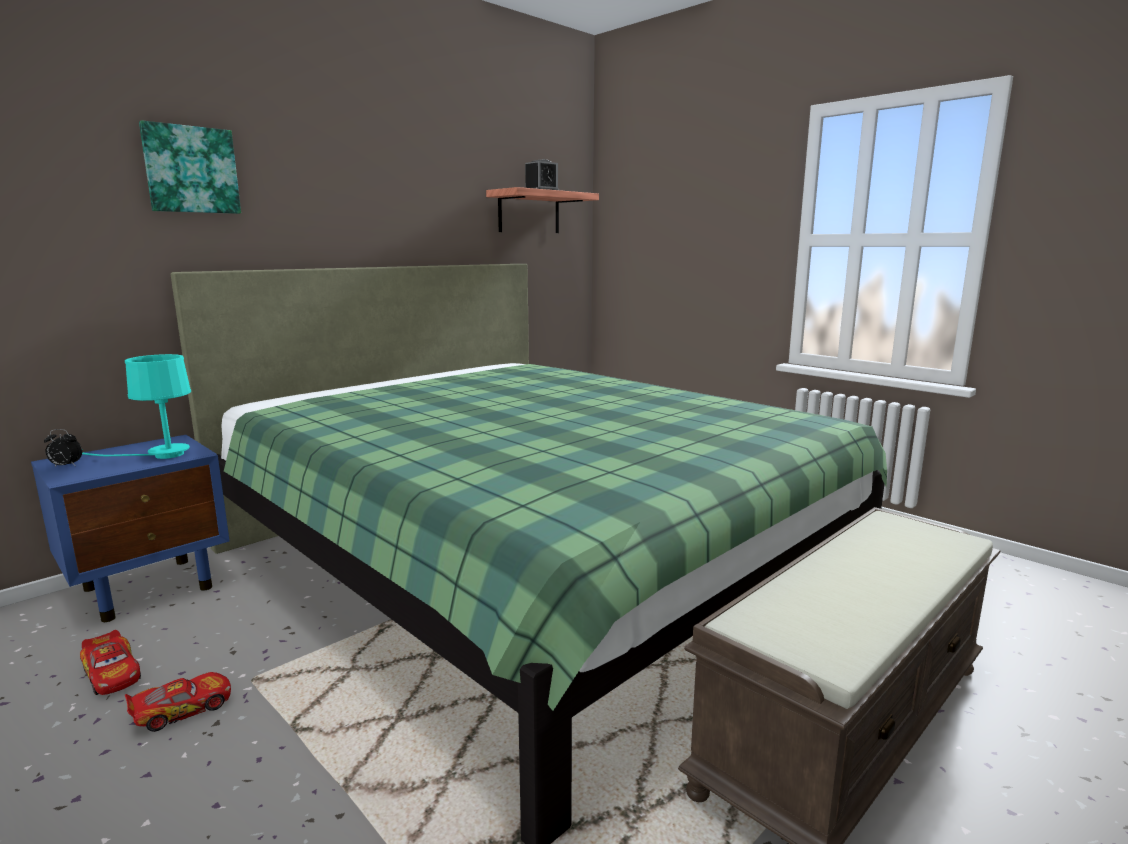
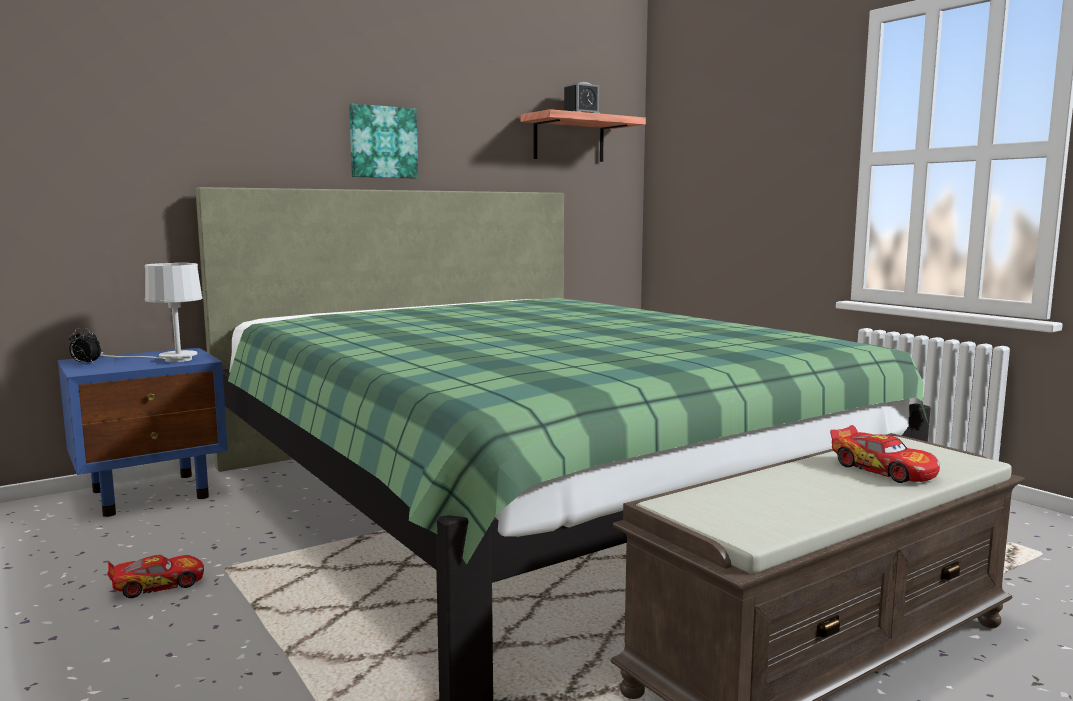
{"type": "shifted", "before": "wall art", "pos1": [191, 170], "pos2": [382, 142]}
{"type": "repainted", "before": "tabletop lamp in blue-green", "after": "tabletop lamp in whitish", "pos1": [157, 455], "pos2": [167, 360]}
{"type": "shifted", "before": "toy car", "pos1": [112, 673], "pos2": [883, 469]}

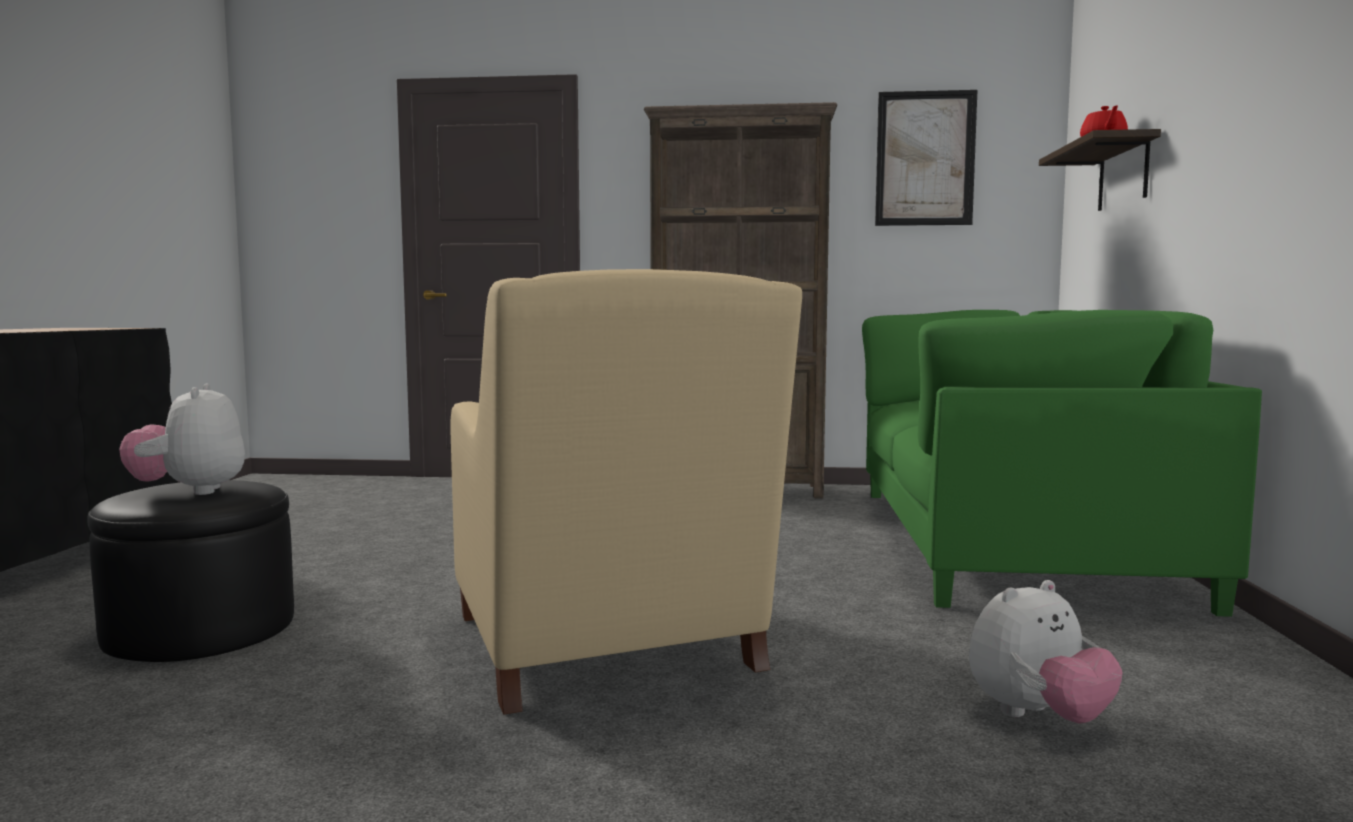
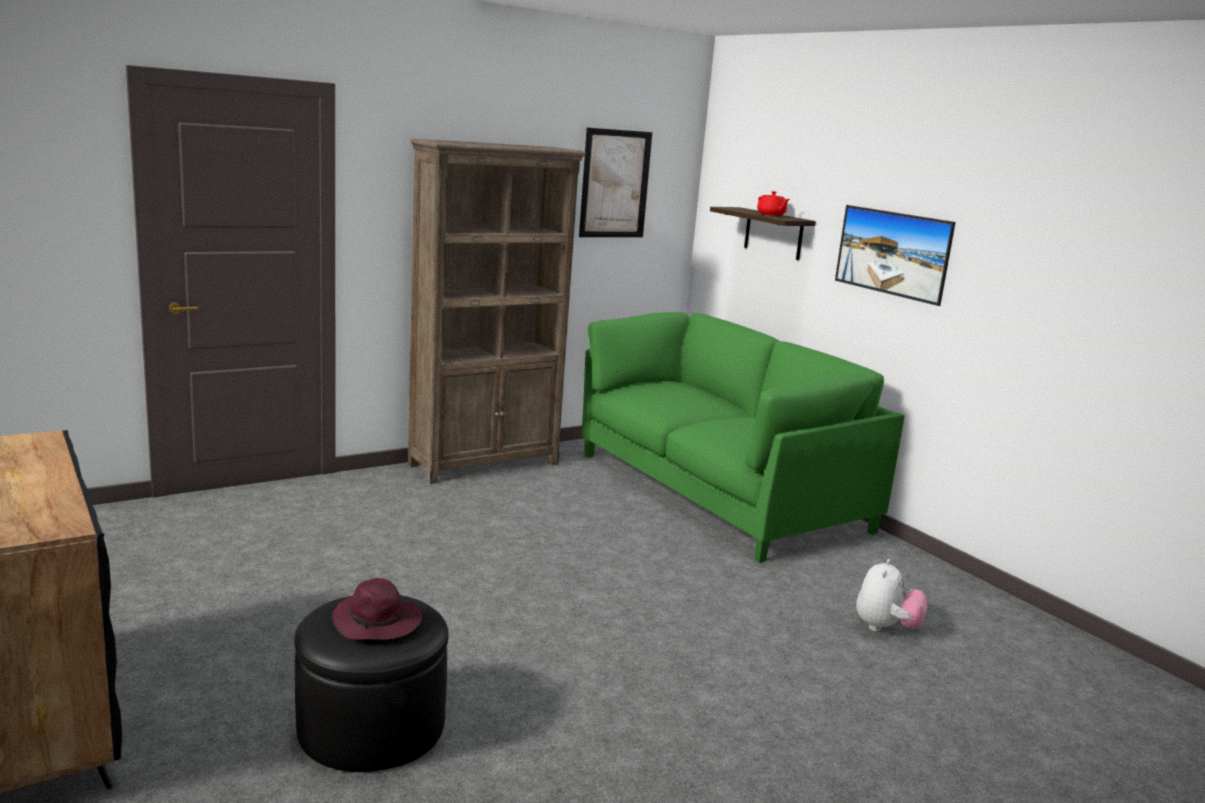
{"type": "gone", "before": "armchair in beige", "pos1": [608, 648]}
{"type": "swapped", "before": "plush toy", "after": "hat in purplish", "pos1": [190, 491], "pos2": [378, 623]}
{"type": "new", "after": "wall art", "pos2": [888, 273]}

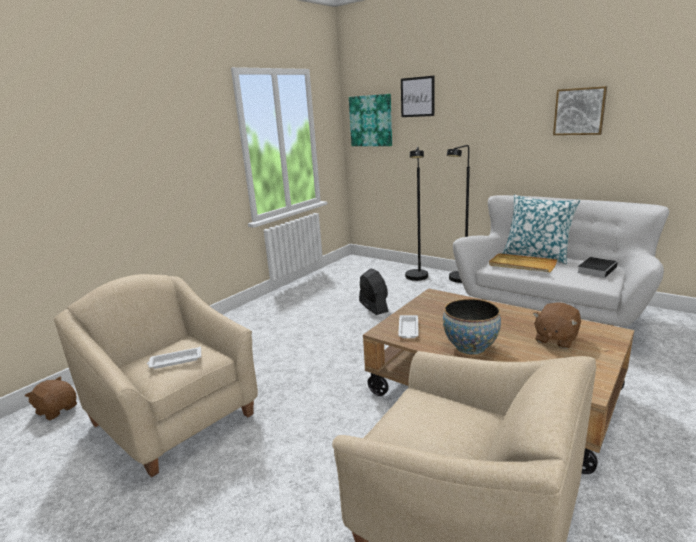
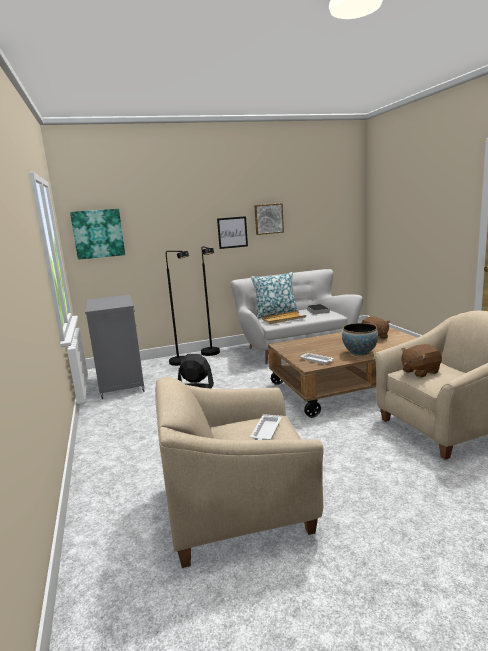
{"type": "shifted", "before": "wall art", "pos1": [417, 97], "pos2": [232, 232]}
{"type": "shifted", "before": "plush toy in brown", "pos1": [57, 410], "pos2": [420, 372]}
{"type": "new", "after": "storage cabinet in greyish", "pos2": [121, 383]}

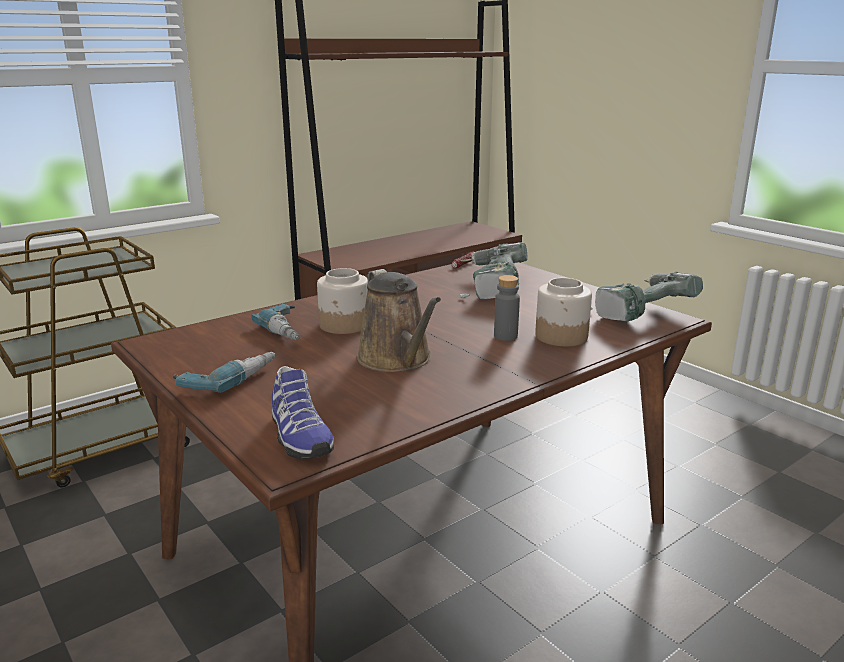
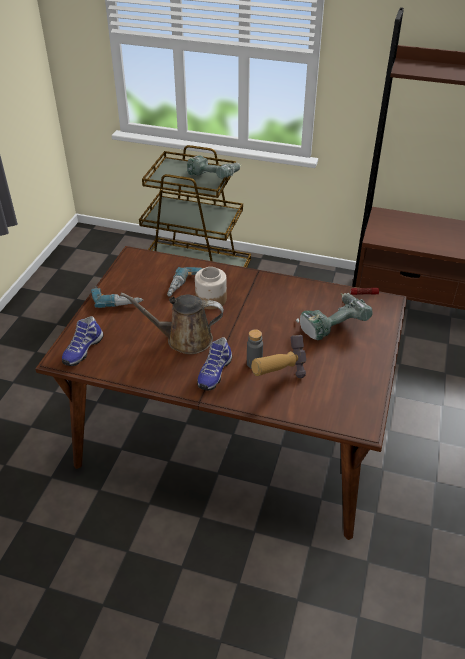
{"type": "rotated", "before": "watering pot in brown", "pos1": [397, 360], "pos2": [184, 339], "turn": 60}
{"type": "shifted", "before": "power drill", "pos1": [639, 313], "pos2": [214, 177]}
{"type": "swapped", "before": "preserve jar", "after": "hammer", "pos1": [562, 336], "pos2": [276, 386]}
{"type": "new", "after": "shoe", "pos2": [214, 372]}

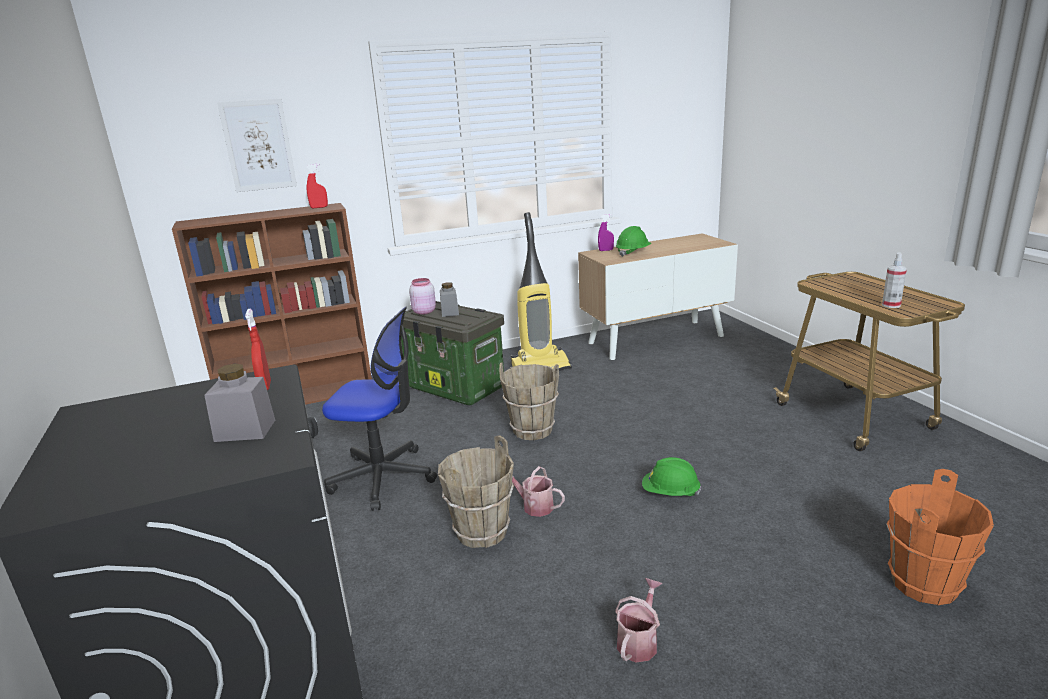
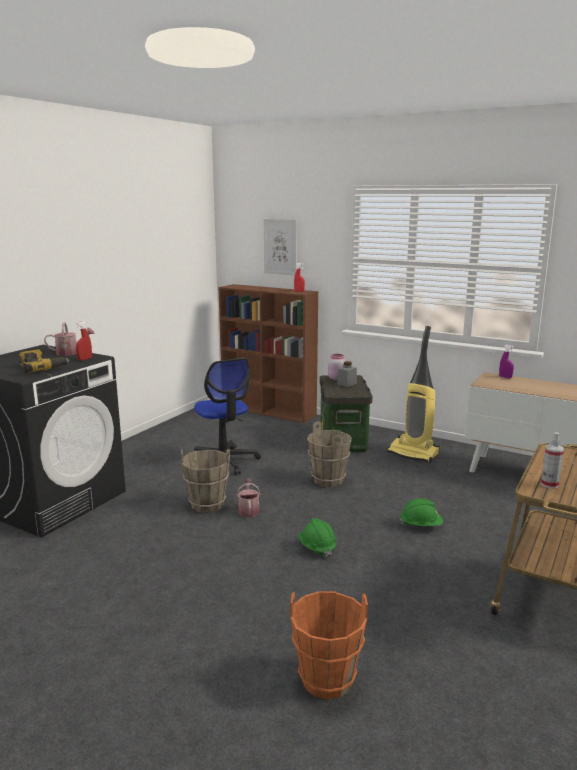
{"type": "shifted", "before": "safety helmet in green", "pos1": [633, 253], "pos2": [421, 525]}
{"type": "swapped", "before": "preserve jar in greyish", "after": "power drill", "pos1": [245, 430], "pos2": [42, 368]}
{"type": "shifted", "before": "watering pot", "pos1": [639, 641], "pos2": [70, 353]}

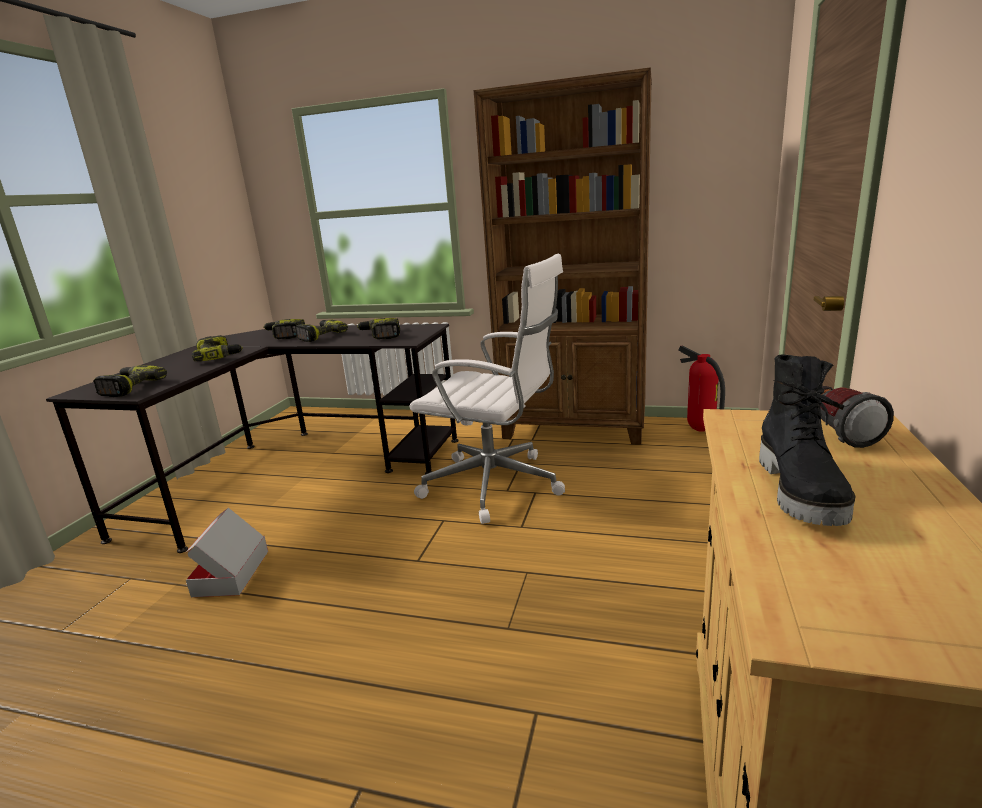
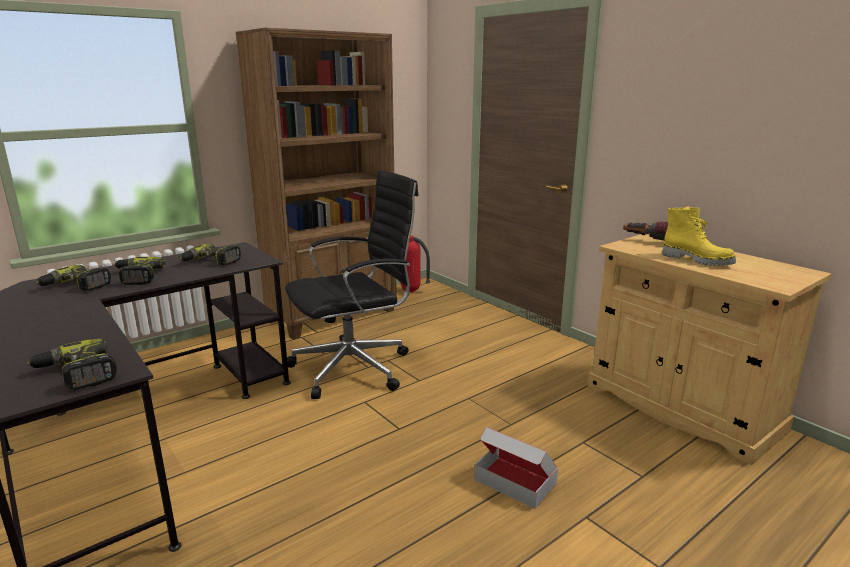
{"type": "repainted", "before": "office chair in whitish", "after": "office chair in black-coloured", "pos1": [496, 485], "pos2": [355, 367]}
{"type": "gone", "before": "power drill", "pos1": [219, 356]}
{"type": "repainted", "before": "boot in black-coloured", "after": "boot in yellowish", "pos1": [802, 491], "pos2": [697, 260]}
{"type": "shifted", "before": "carton", "pos1": [231, 573], "pos2": [515, 481]}

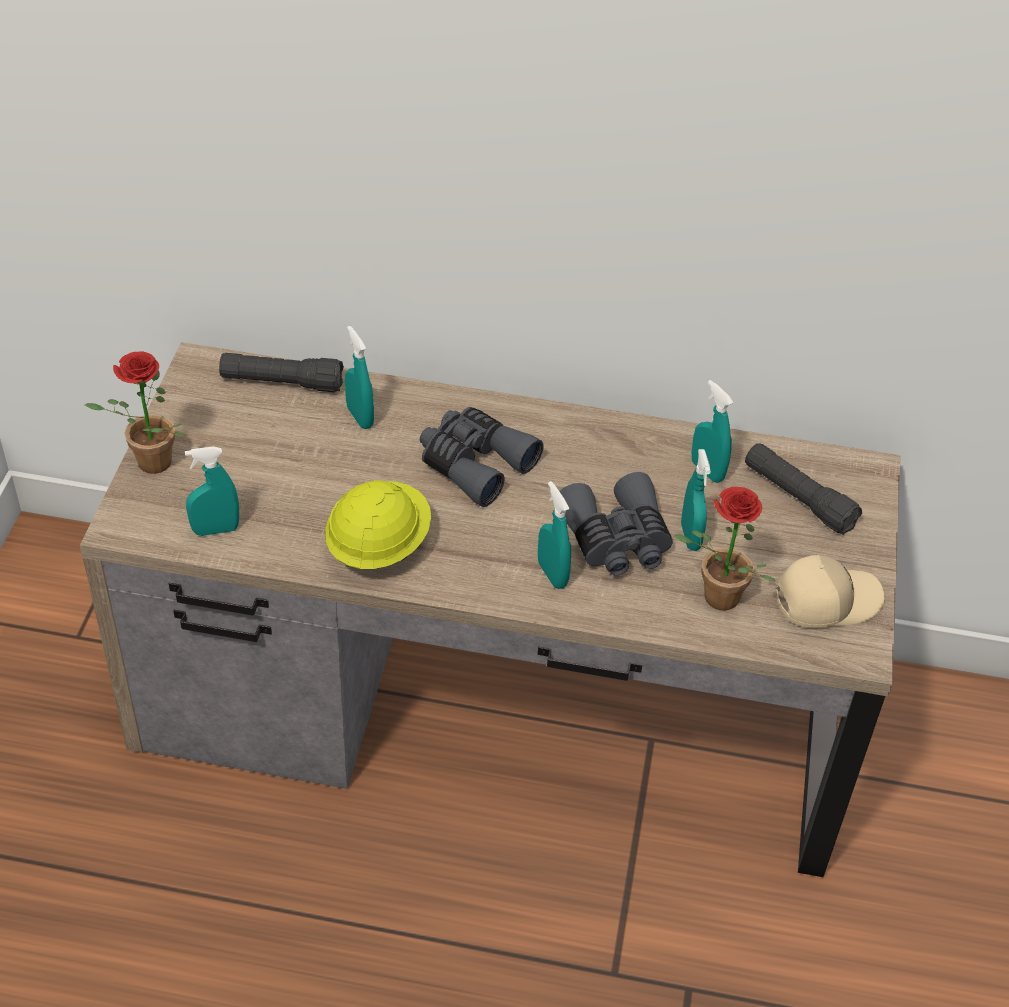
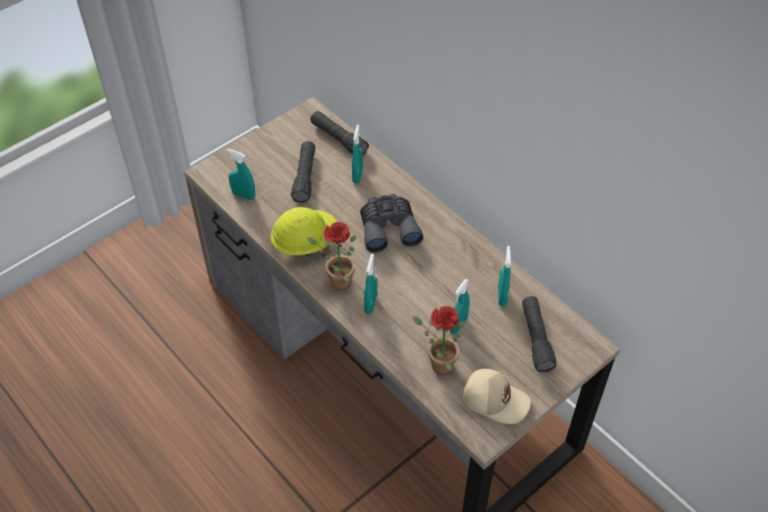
{"type": "shifted", "before": "potted plant", "pos1": [147, 465], "pos2": [336, 282]}
{"type": "gone", "before": "pair of binoculars in greyish", "pos1": [616, 540]}
{"type": "new", "after": "torch in black-coloured", "pos2": [305, 177]}

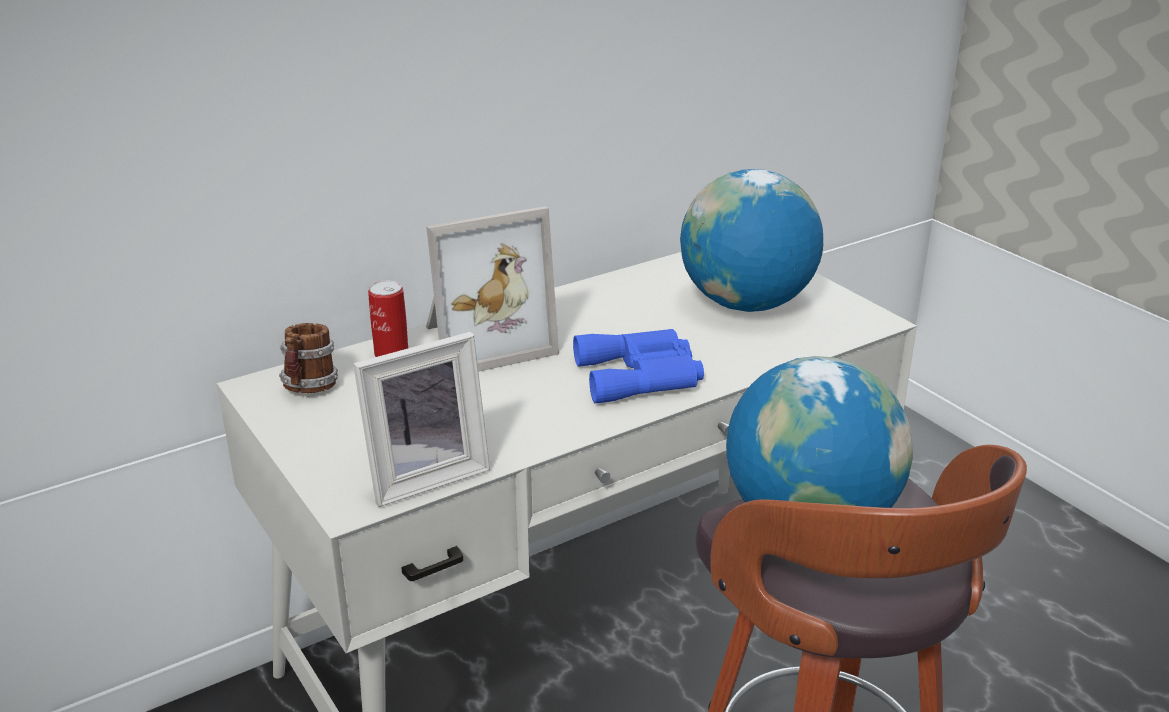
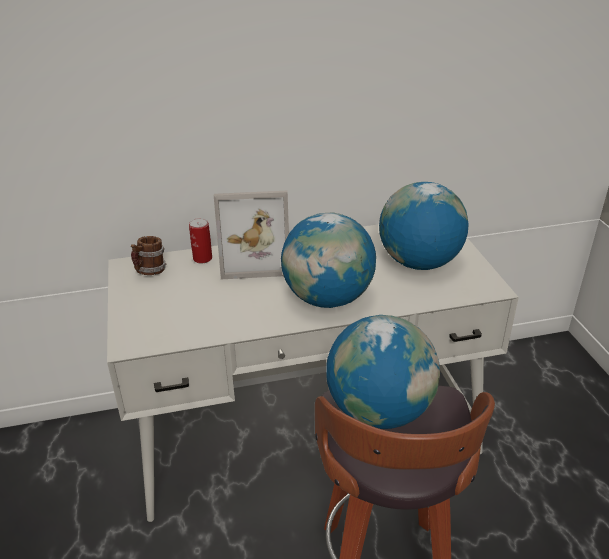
{"type": "swapped", "before": "pair of binoculars in blue", "after": "globe", "pos1": [642, 376], "pos2": [328, 298]}
{"type": "gone", "before": "photo frame", "pos1": [424, 475]}

